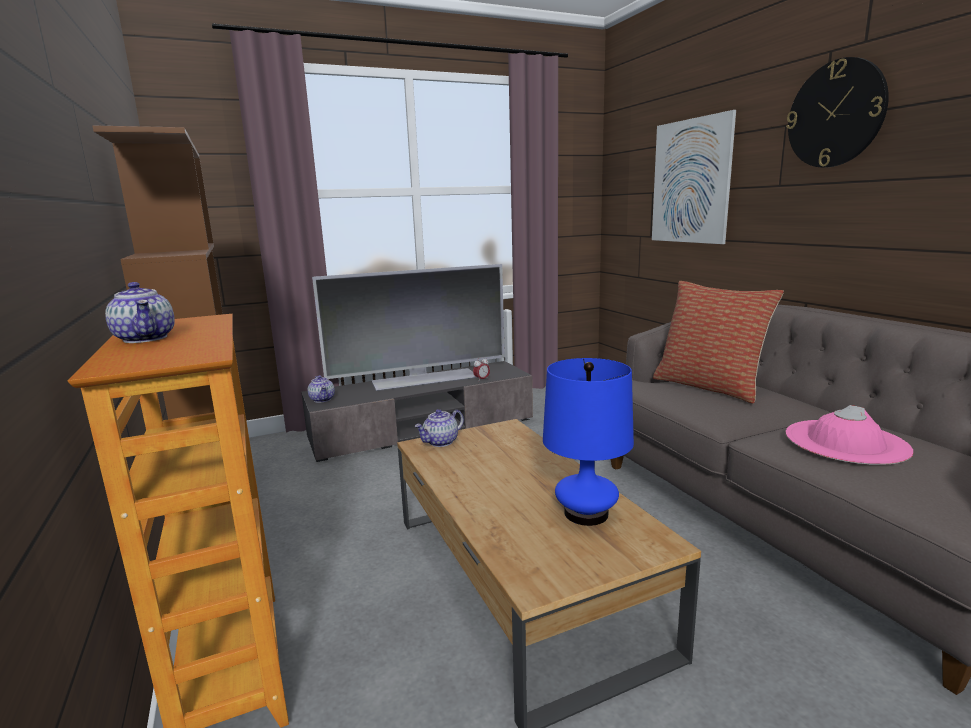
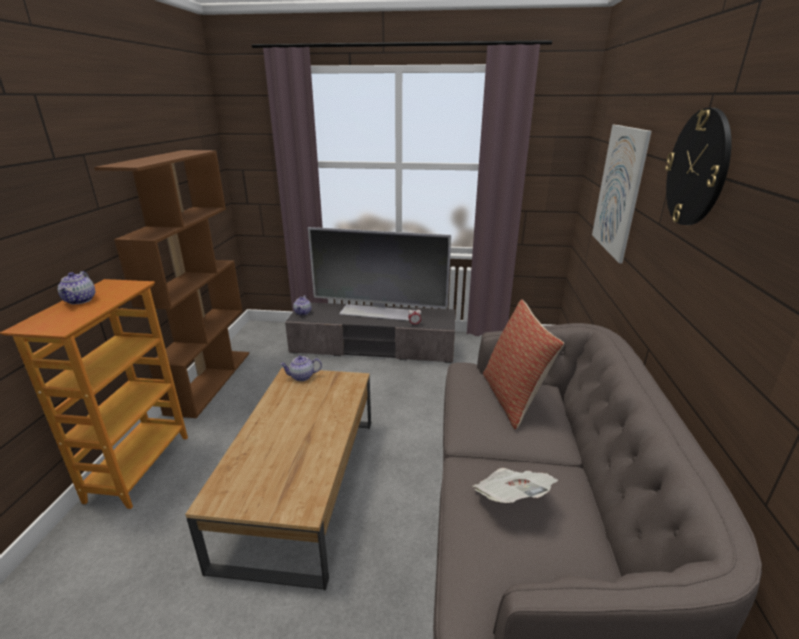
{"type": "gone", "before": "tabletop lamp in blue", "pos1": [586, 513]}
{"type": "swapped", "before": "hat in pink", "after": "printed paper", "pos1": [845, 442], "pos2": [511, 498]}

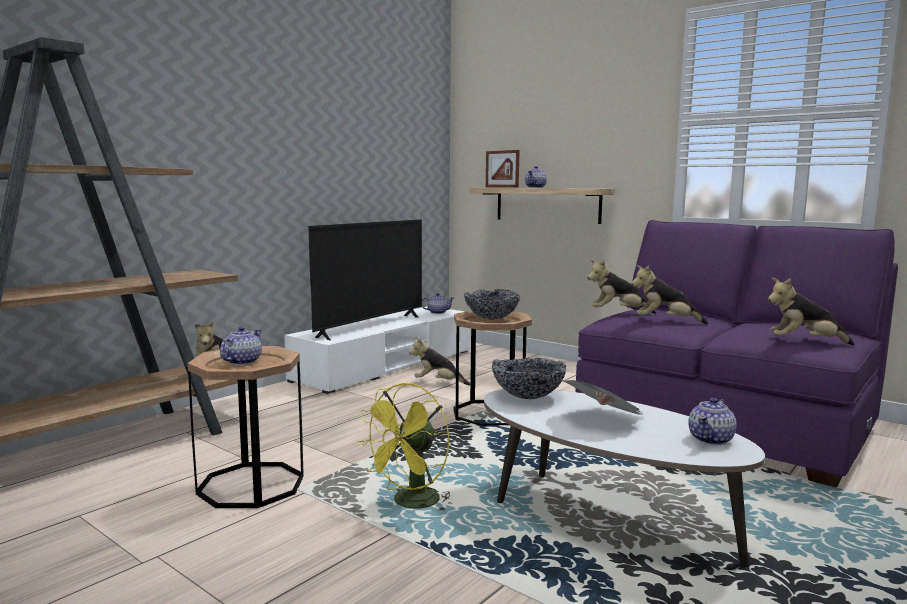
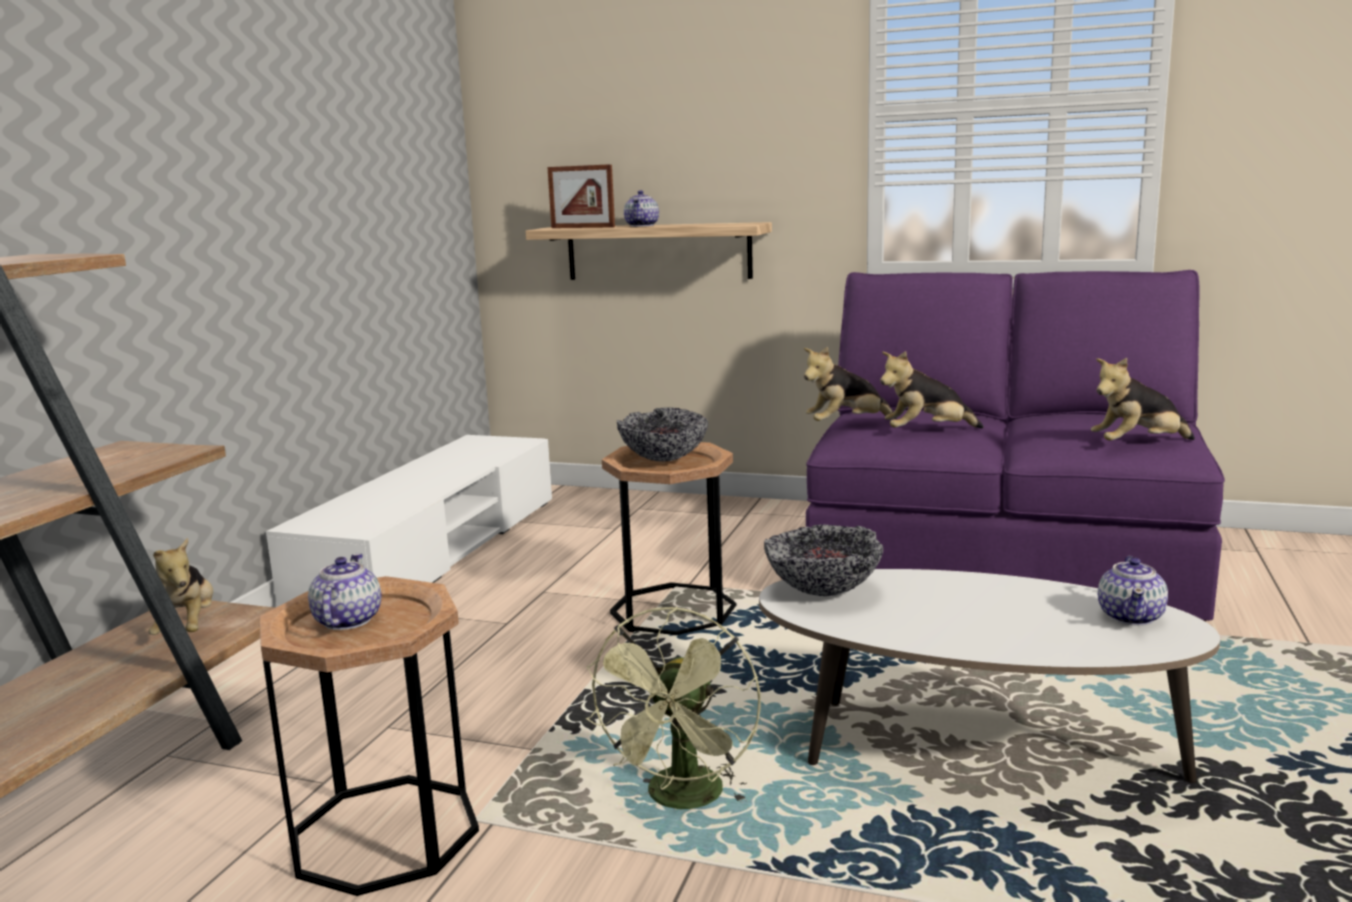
{"type": "gone", "before": "television", "pos1": [370, 326]}
{"type": "gone", "before": "pot for tea", "pos1": [437, 312]}
{"type": "gone", "before": "plush toy", "pos1": [438, 383]}
{"type": "gone", "before": "printed paper", "pos1": [605, 420]}
{"type": "repainted", "before": "cooling fan in yellowish", "after": "cooling fan in green", "pos1": [411, 504], "pos2": [683, 801]}

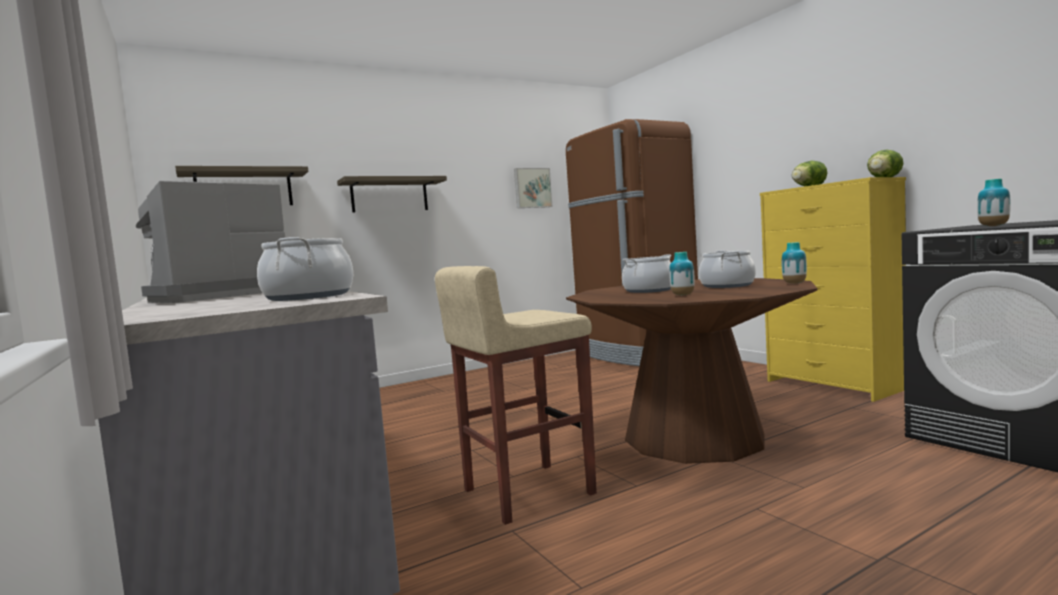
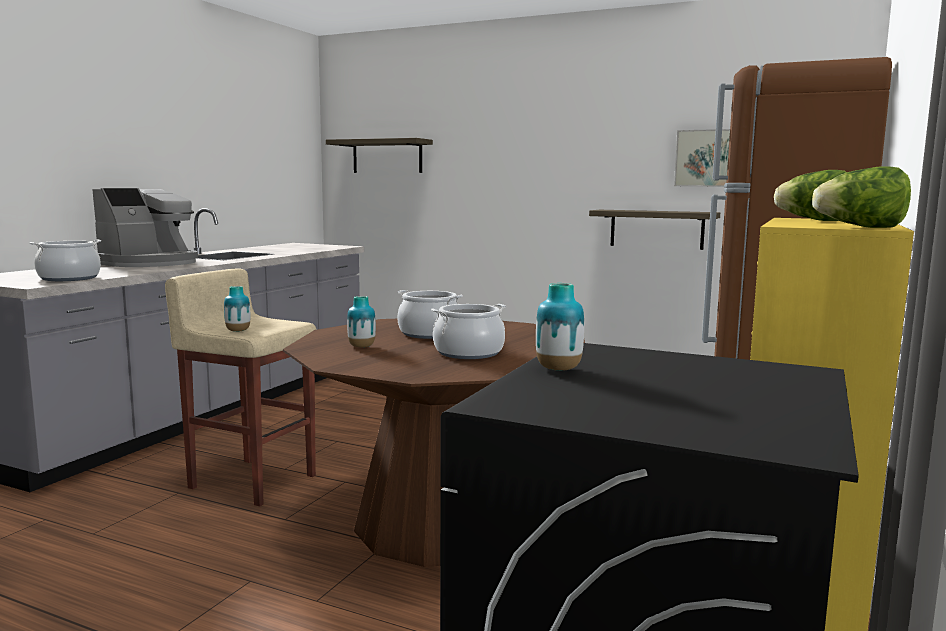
{"type": "shifted", "before": "bracket shelf", "pos1": [389, 195], "pos2": [656, 229]}
{"type": "rotated", "before": "coffee machine", "pos1": [218, 296], "pos2": [150, 263], "turn": 120}
{"type": "shifted", "before": "flower vase", "pos1": [794, 283], "pos2": [238, 331]}

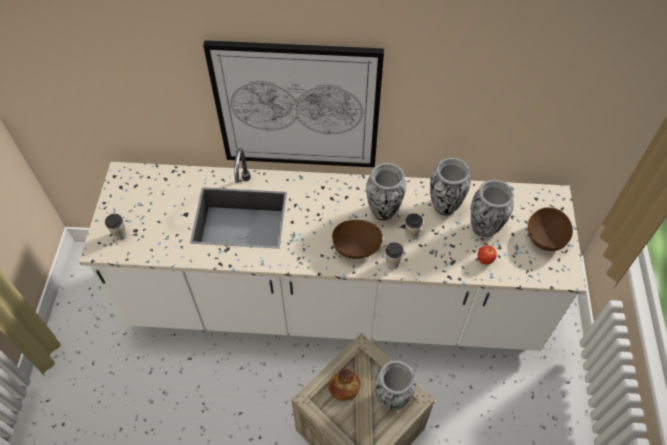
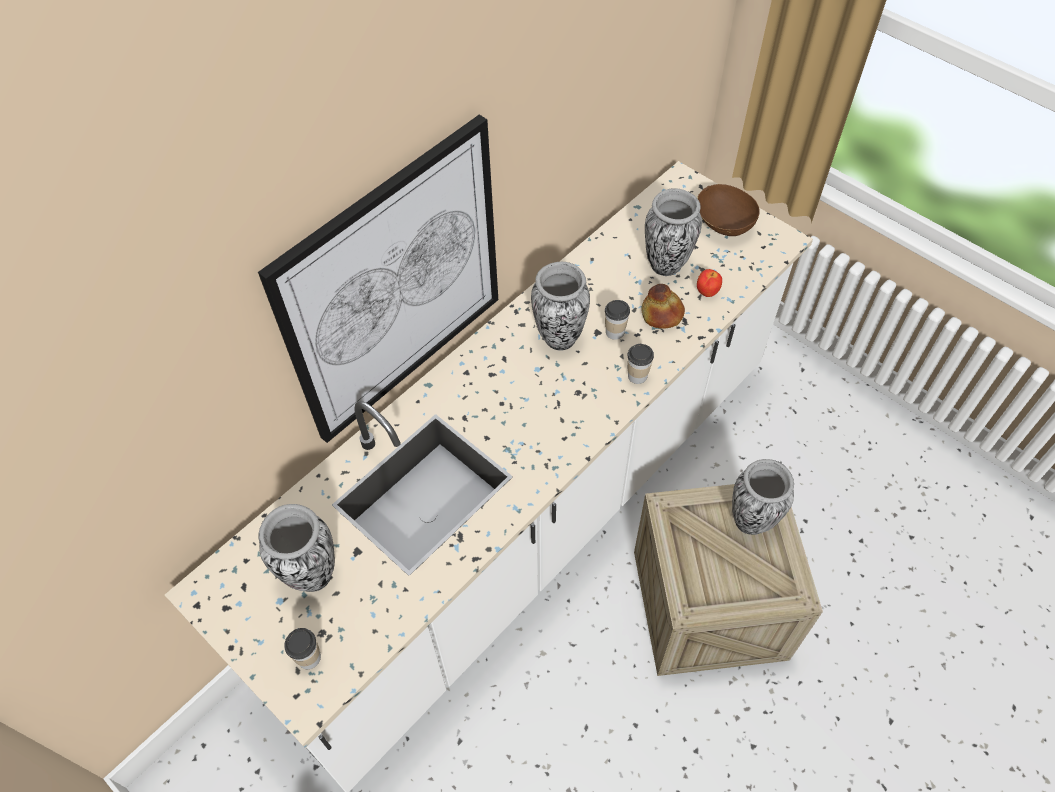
{"type": "shifted", "before": "flower vase", "pos1": [444, 206], "pos2": [311, 575]}
{"type": "gone", "before": "bowl in brown", "pos1": [356, 247]}
{"type": "shifted", "before": "bakery bread", "pos1": [344, 387], "pos2": [661, 314]}

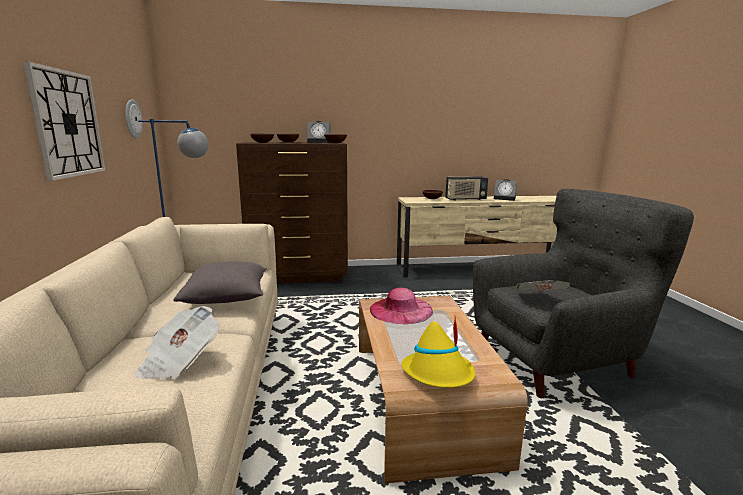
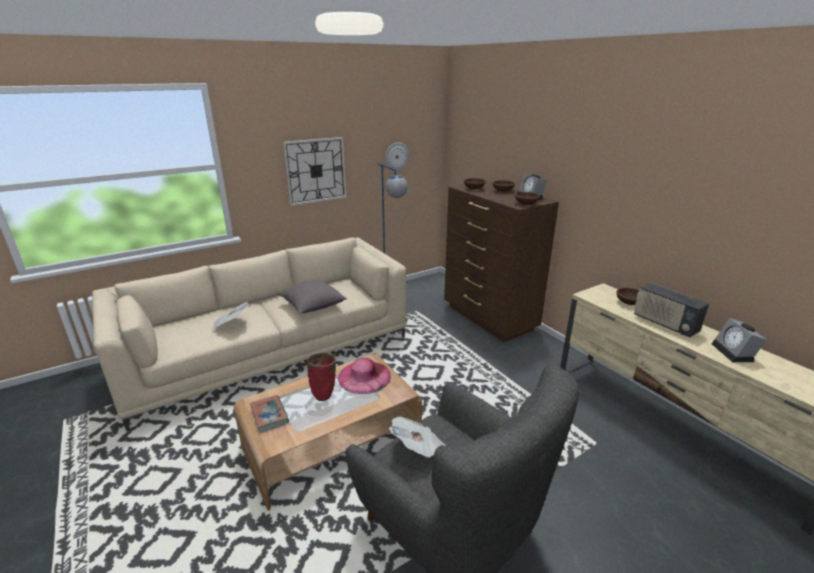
{"type": "swapped", "before": "hat in yellowish", "after": "book", "pos1": [438, 374], "pos2": [269, 415]}
{"type": "new", "after": "flower vase in red-coloured", "pos2": [324, 396]}

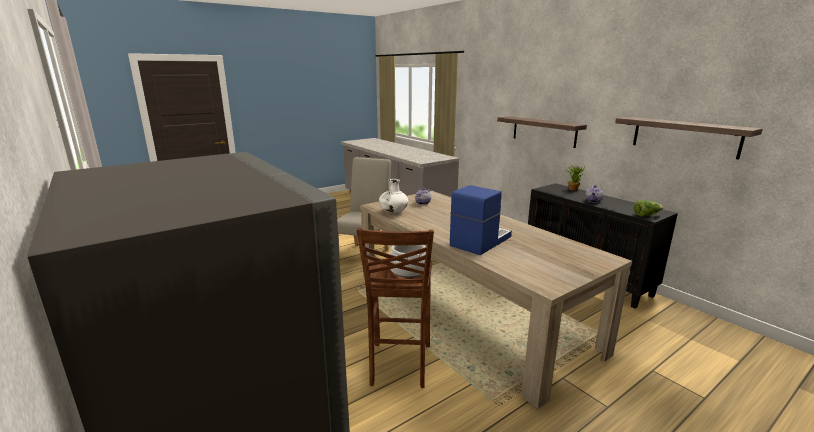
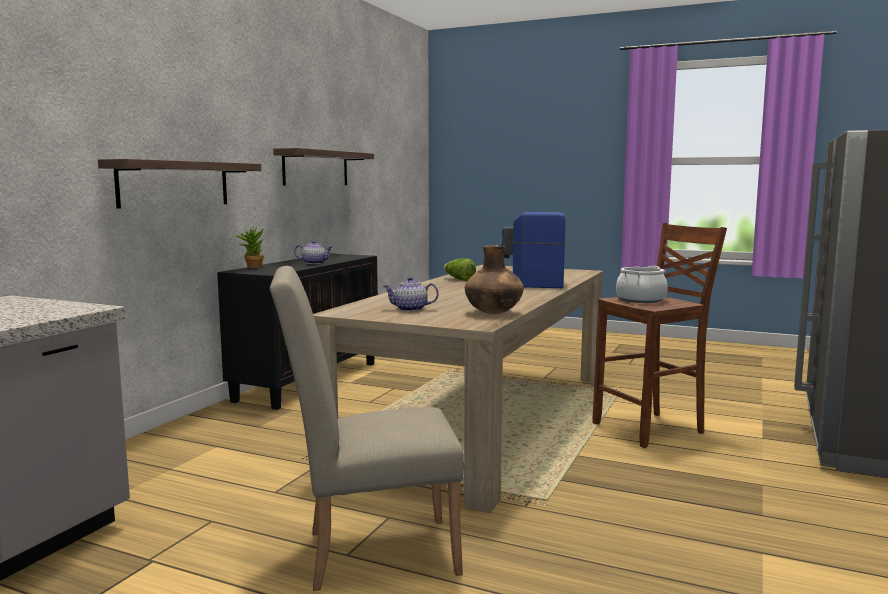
{"type": "repainted", "before": "flower vase in whitish", "after": "flower vase in brown", "pos1": [393, 212], "pos2": [494, 313]}
{"type": "shifted", "before": "lettuce head", "pos1": [646, 215], "pos2": [458, 279]}

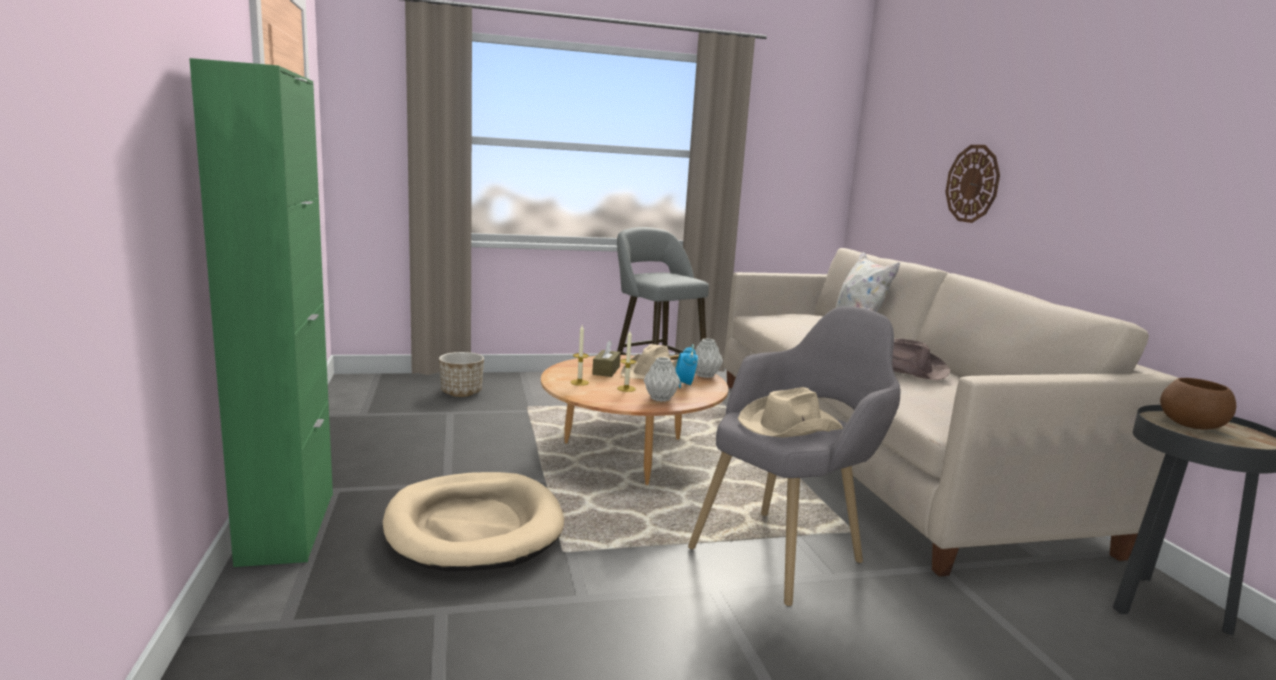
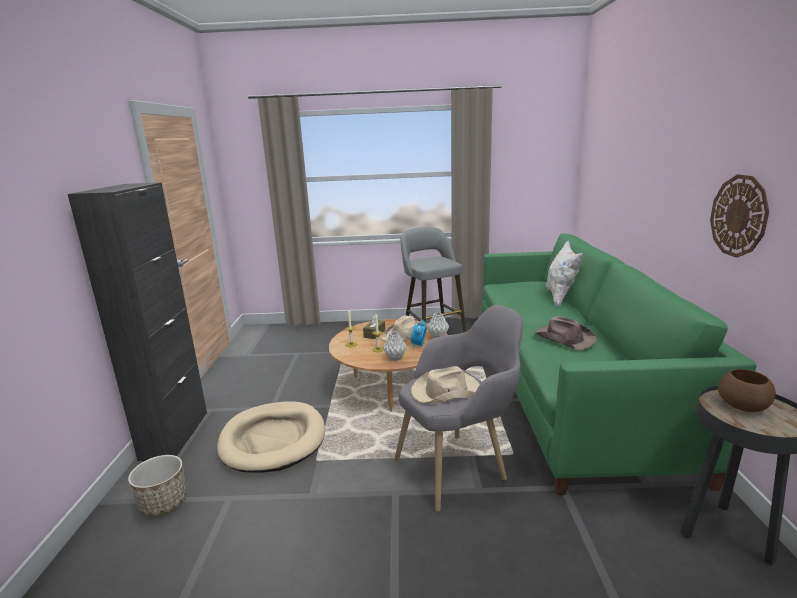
{"type": "repainted", "before": "storage cabinet in green", "after": "storage cabinet in black-coloured", "pos1": [288, 527], "pos2": [175, 435]}
{"type": "shifted", "before": "wall clock", "pos1": [972, 183], "pos2": [739, 216]}
{"type": "repainted", "before": "couch in beige", "after": "couch in green", "pos1": [877, 451], "pos2": [567, 386]}
{"type": "shifted", "before": "flower pot", "pos1": [461, 392], "pos2": [164, 503]}

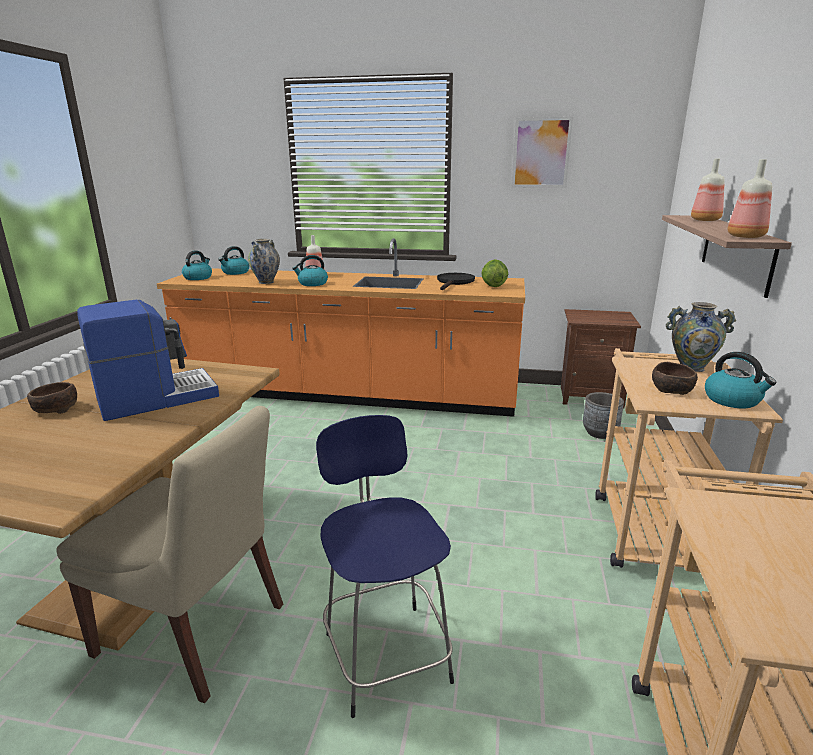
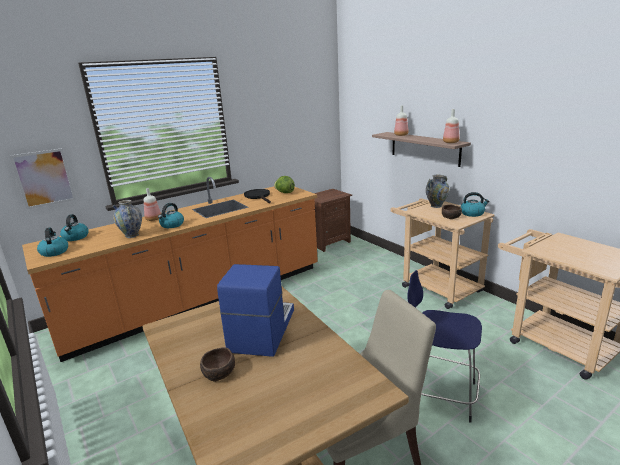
{"type": "shifted", "before": "wall art", "pos1": [541, 153], "pos2": [44, 178]}
{"type": "gone", "before": "flower pot in greyish", "pos1": [600, 433]}

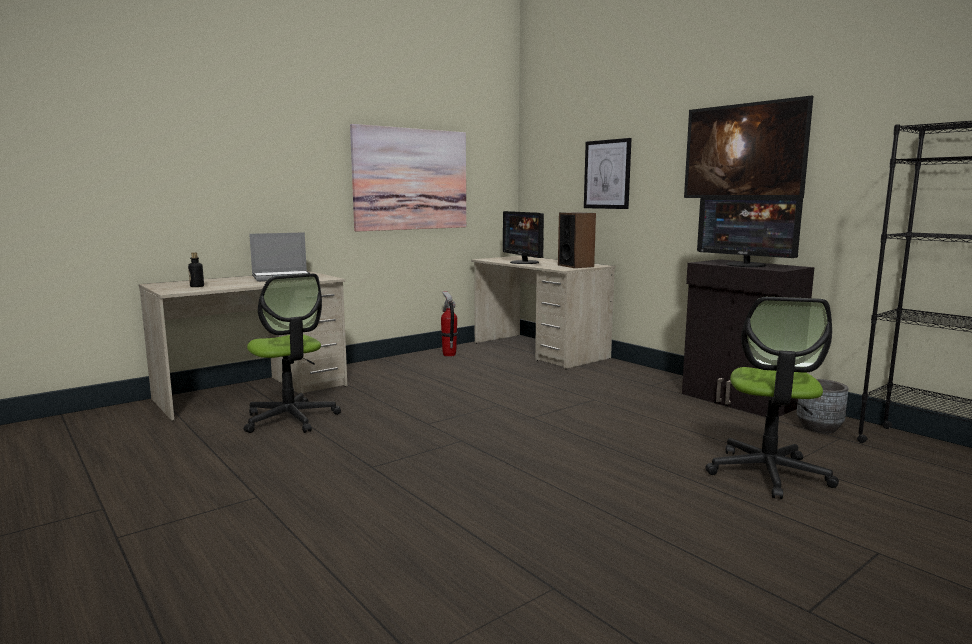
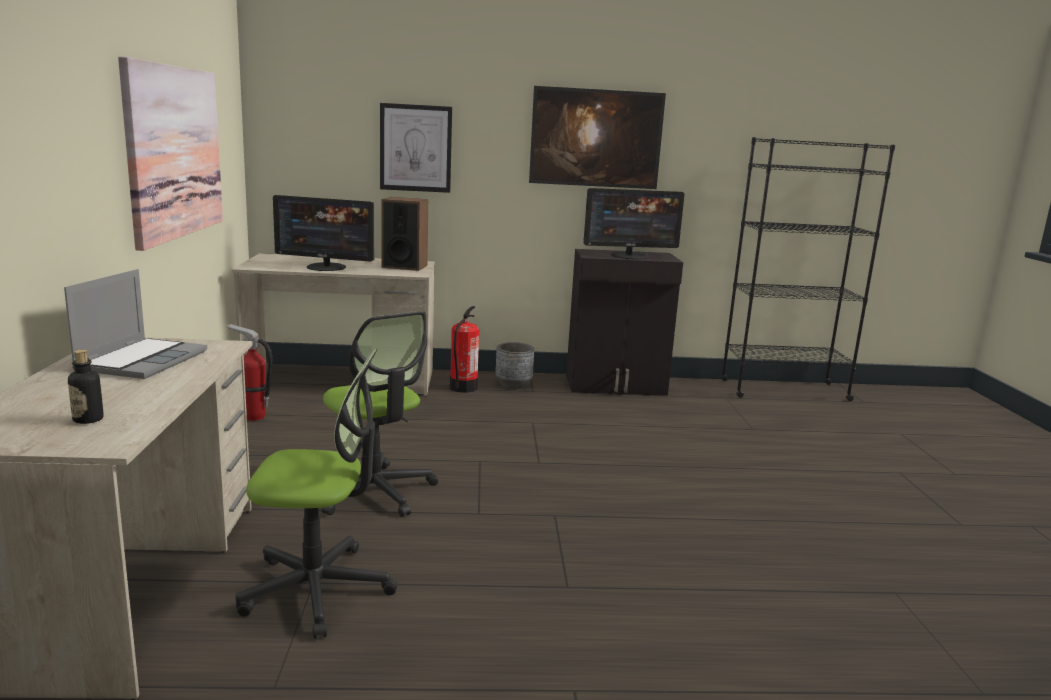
{"type": "shifted", "before": "office chair", "pos1": [768, 473], "pos2": [375, 492]}
{"type": "shifted", "before": "flower pot in greyish", "pos1": [819, 428], "pos2": [513, 384]}
{"type": "new", "after": "extinguisher", "pos2": [463, 388]}

